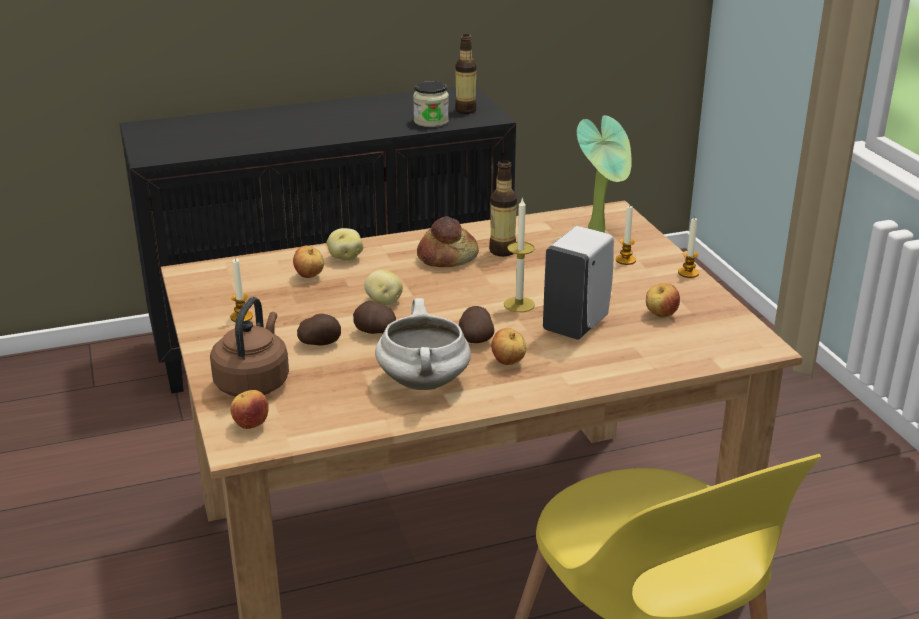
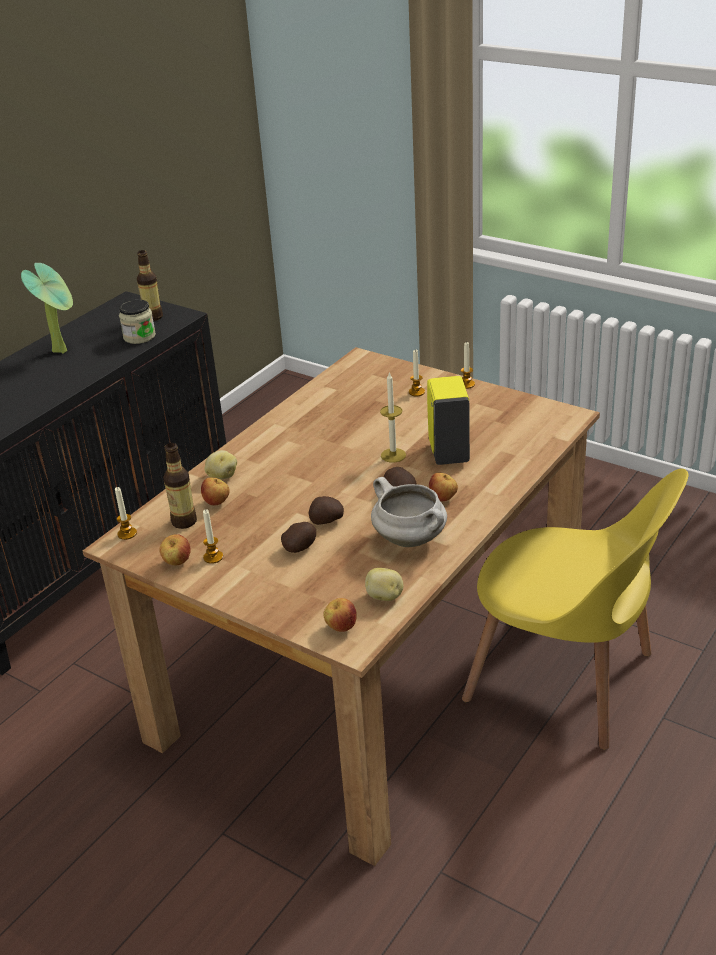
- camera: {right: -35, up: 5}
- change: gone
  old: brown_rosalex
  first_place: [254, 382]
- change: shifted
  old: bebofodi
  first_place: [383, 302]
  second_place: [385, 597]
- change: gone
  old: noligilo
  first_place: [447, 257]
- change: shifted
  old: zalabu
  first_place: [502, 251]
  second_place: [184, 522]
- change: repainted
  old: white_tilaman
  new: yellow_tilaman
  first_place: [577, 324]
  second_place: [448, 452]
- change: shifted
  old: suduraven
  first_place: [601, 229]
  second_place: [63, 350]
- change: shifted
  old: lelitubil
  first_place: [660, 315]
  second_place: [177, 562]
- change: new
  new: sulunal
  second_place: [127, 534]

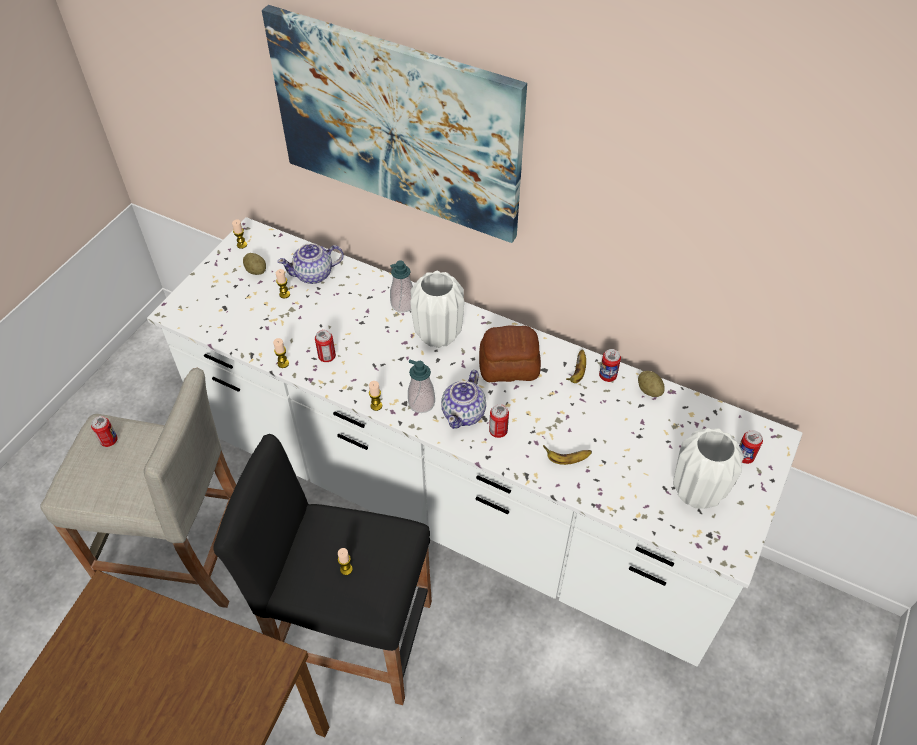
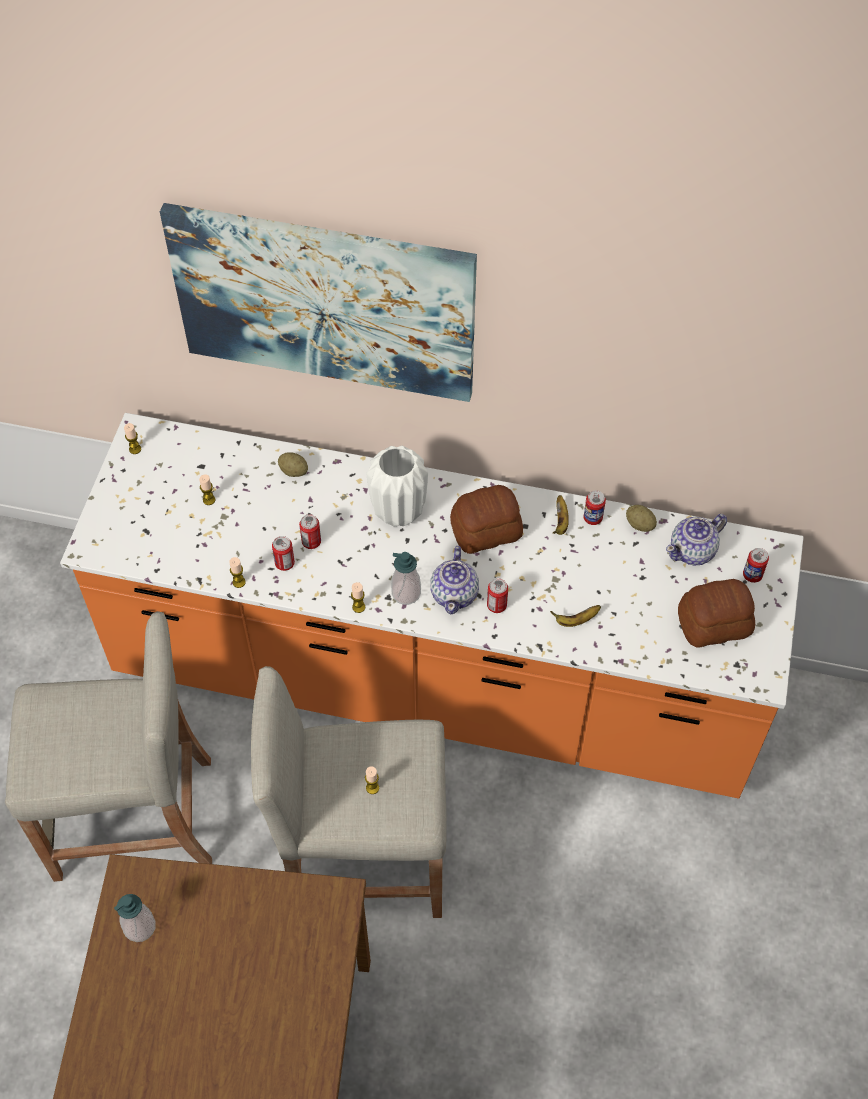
- camera: {right: -15, up: 5}
- change: shifted
  old: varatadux
  first_place: [109, 440]
  second_place: [311, 542]
- change: repainted
  old: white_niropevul
  new: orange_niropevul
  first_place: [458, 500]
  second_place: [434, 681]
- change: repainted
  old: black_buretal
  new: beige_buretal
  first_place: [351, 634]
  second_place: [362, 859]
- change: shifted
  old: bebofodi
  first_place: [256, 271]
  second_place: [293, 471]
- change: shifted
  old: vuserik
  first_place: [314, 274]
  second_place: [693, 551]
- change: shifted
  old: tilaman
  first_place: [403, 304]
  second_place: [139, 927]
- change: swapped
  old: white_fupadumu
  new: noligilo
  first_place: [697, 493]
  second_place: [715, 624]

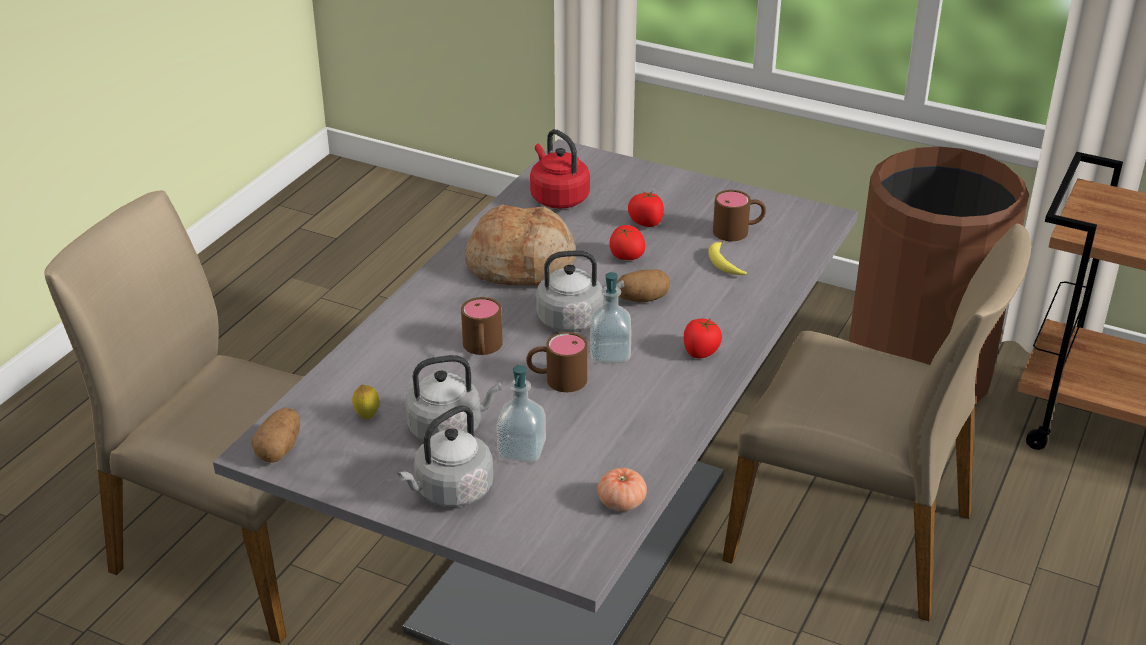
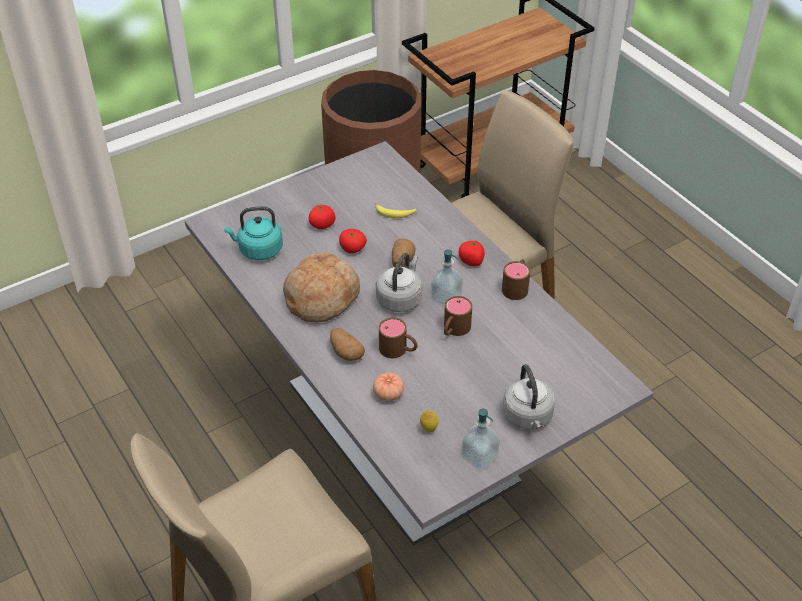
- camera: {right: -60, up: 10}
- change: shifted
  old: bebofodi
  first_place: [279, 449]
  second_place: [345, 352]
- change: gone
  old: grey_rosalex
  first_place: [449, 428]
- change: shifted
  old: tilaman
  first_place: [521, 450]
  second_place: [479, 457]
- change: repainted
  old: red_rosalex
  new: turquoise_rosalex
  first_place: [557, 197]
  second_place: [258, 250]
- change: shifted
  old: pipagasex
  first_place: [621, 502]
  second_place: [388, 394]
- change: shifted
  old: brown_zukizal
  first_place: [738, 231]
  second_place: [516, 286]

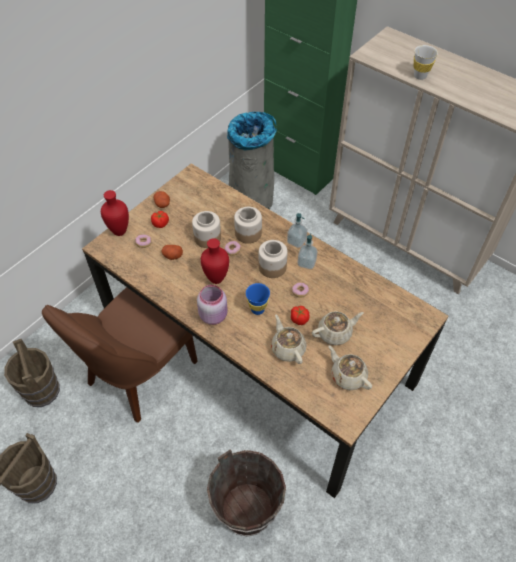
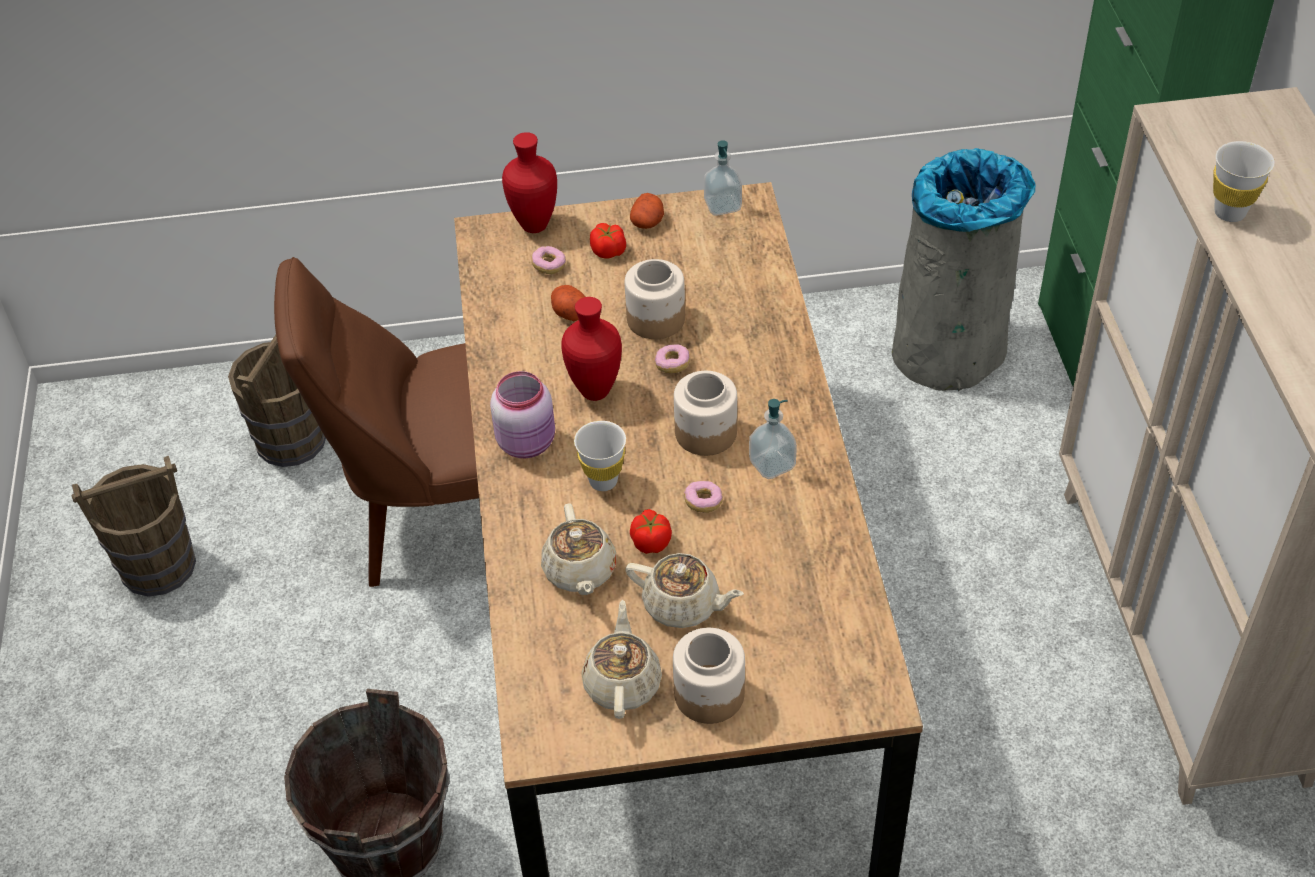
- camera: {right: 45, up: -5}
- change: shifted
  old: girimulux
  first_place: [248, 233]
  second_place: [708, 694]
- change: repainted
  old: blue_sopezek
  new: white_sopezek
  first_place: [257, 309]
  second_place: [603, 481]
- change: rotated
  old: beige_vuserik
  first_place: [287, 348]
  second_place: [580, 571]
  degrees: 150
- change: shifted
  old: tilaman
  first_place: [296, 241]
  second_place: [722, 205]

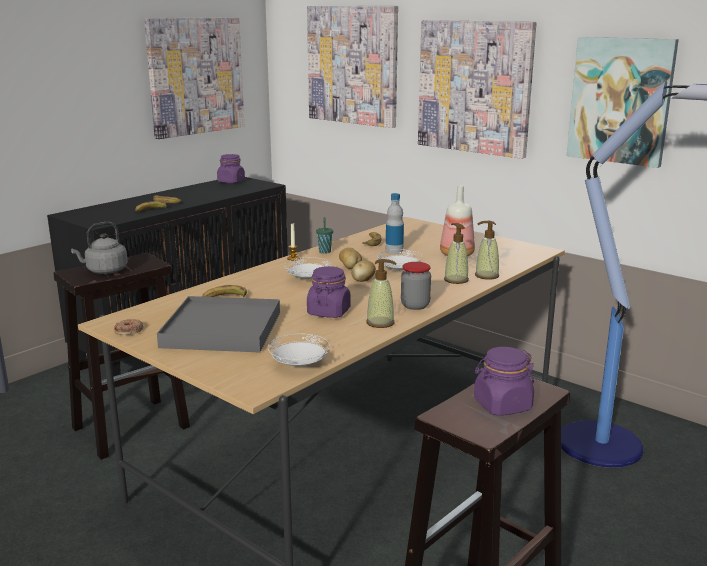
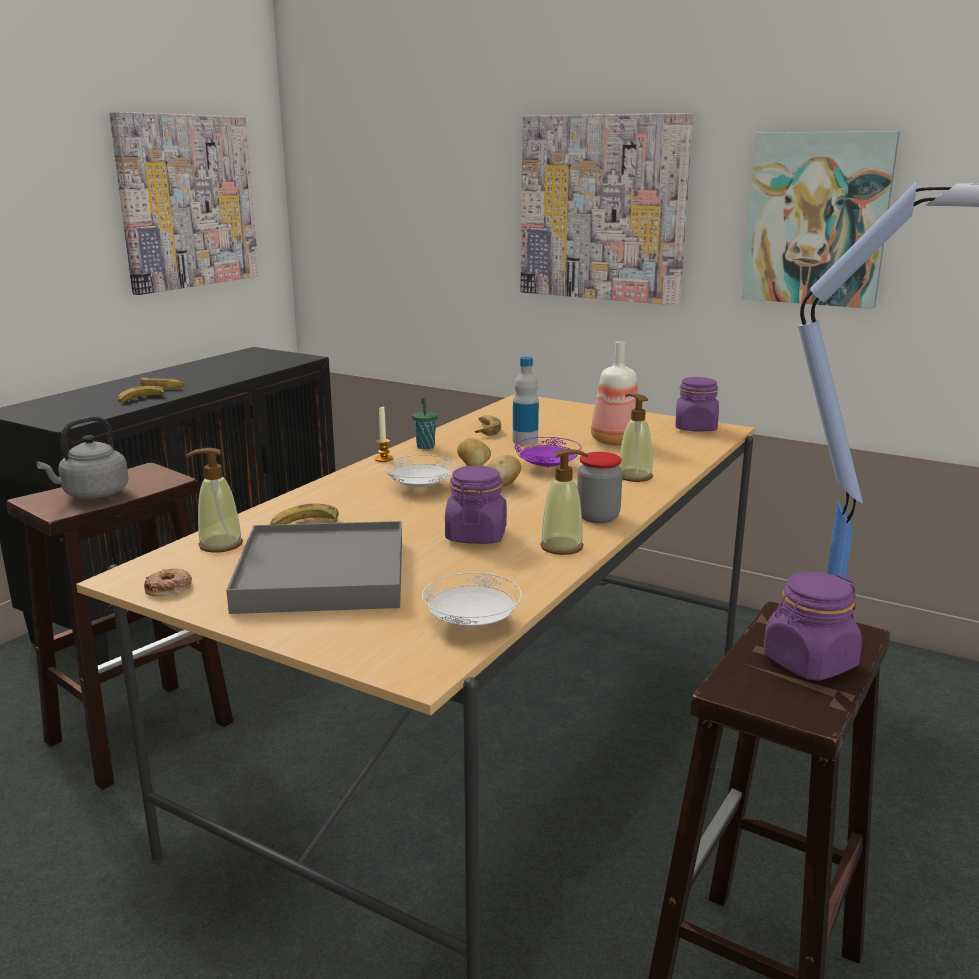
- camera: {right: -10, up: 0}
- change: shifted
  old: purple_girimulux
  first_place: [231, 182]
  second_place: [695, 428]
- change: gone
  old: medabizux
  first_place: [352, 65]
- change: repainted
  old: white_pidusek
  new: purple_pidusek
  first_place: [399, 270]
  second_place: [547, 468]
- change: shifted
  old: tilaman
  first_place: [486, 276]
  second_place: [220, 545]

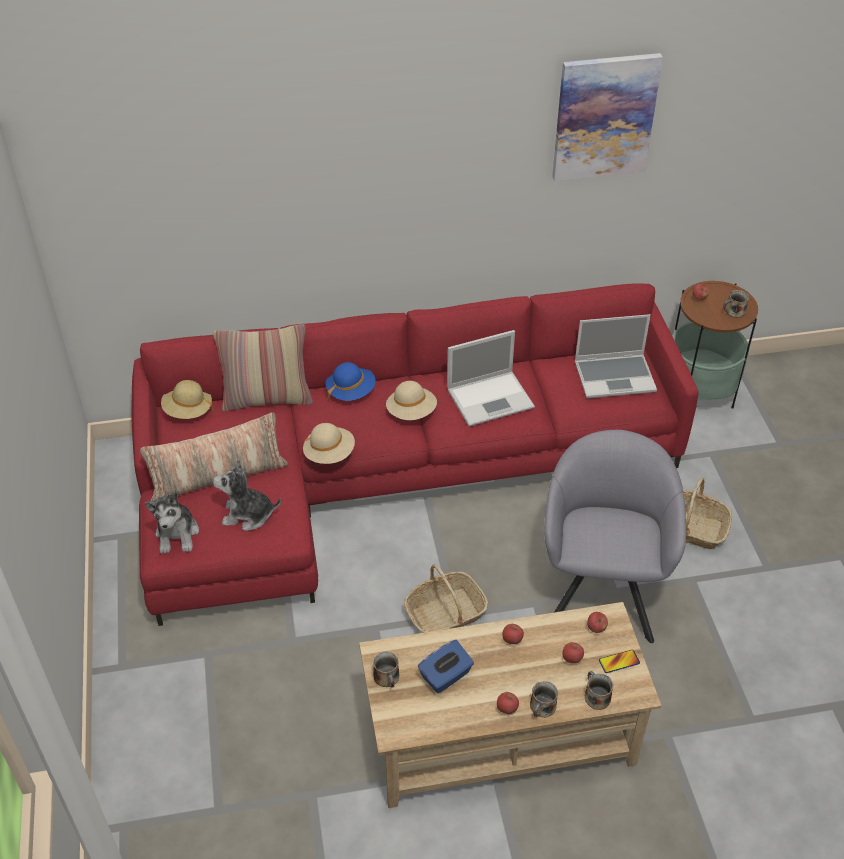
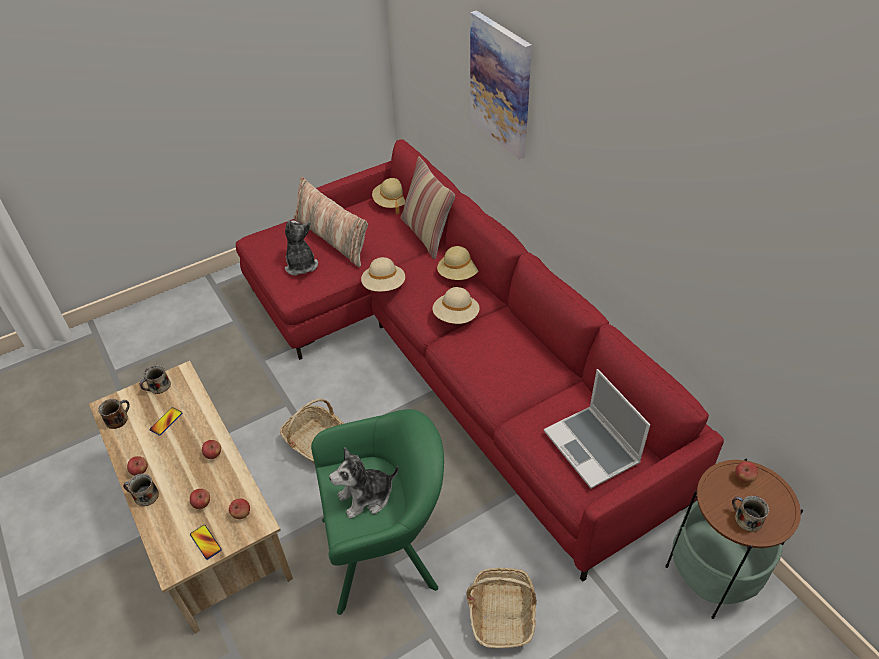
- camera: {right: 70, up: 0}
- change: shifted
  old: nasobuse
  first_place: [177, 534]
  second_place: [366, 497]
- change: repainted
  old: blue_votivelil
  new: beige_votivelil
  first_place: [351, 391]
  second_place: [459, 274]
- change: swapped
  old: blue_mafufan
  new: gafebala
  first_place: [446, 676]
  second_place: [166, 421]
- change: gone
  old: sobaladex
  first_place: [491, 398]
- change: repainted
  old: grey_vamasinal
  new: green_vamasinal
  first_place: [601, 589]
  second_place: [386, 551]
- change: shifted
  old: medabizux
  first_place: [604, 117]
  second_place: [501, 85]
- change: shifted
  old: zukizal
  first_place: [596, 696]
  second_place: [118, 419]

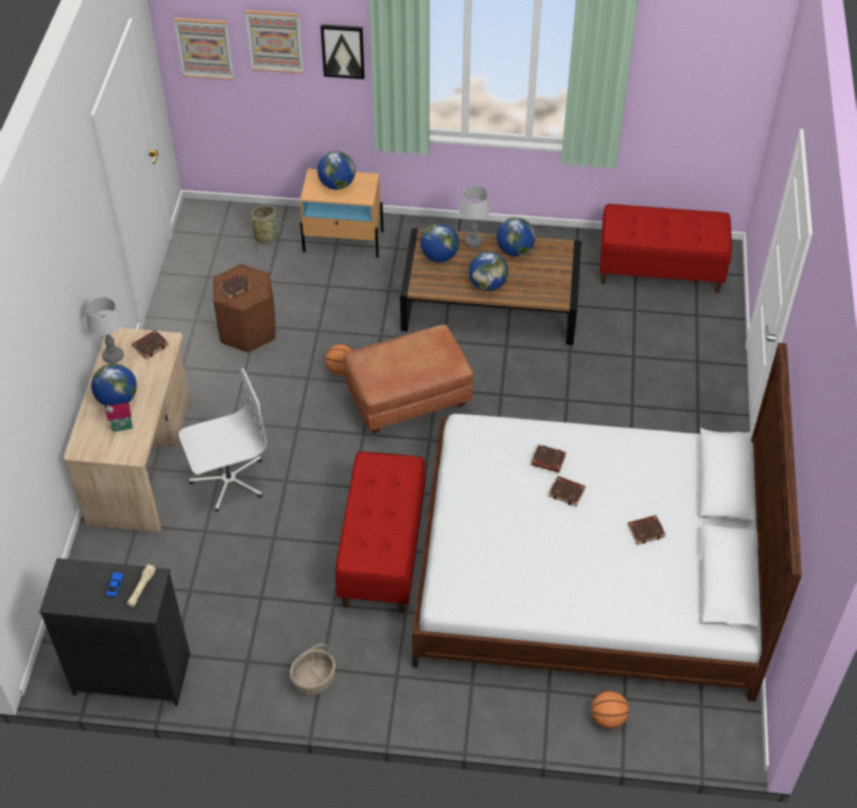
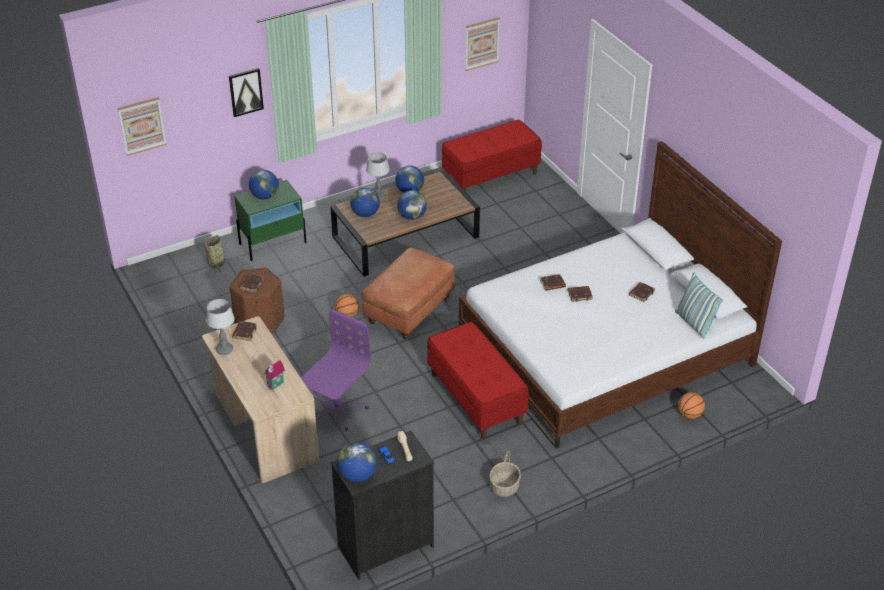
- camera: {right: -35, up: -10}
- change: shifted
  old: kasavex
  first_place: [117, 399]
  second_place: [357, 475]
- change: repainted
  old: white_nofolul
  new: purple_nofolul
  first_place: [228, 480]
  second_place: [336, 410]
- change: shifted
  old: medabizux
  first_place: [275, 41]
  second_place: [481, 43]
- change: repainted
  old: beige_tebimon
  new: green_tebimon
  first_place: [343, 241]
  second_place: [273, 243]
- change: new
  new: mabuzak
  second_place: [694, 323]

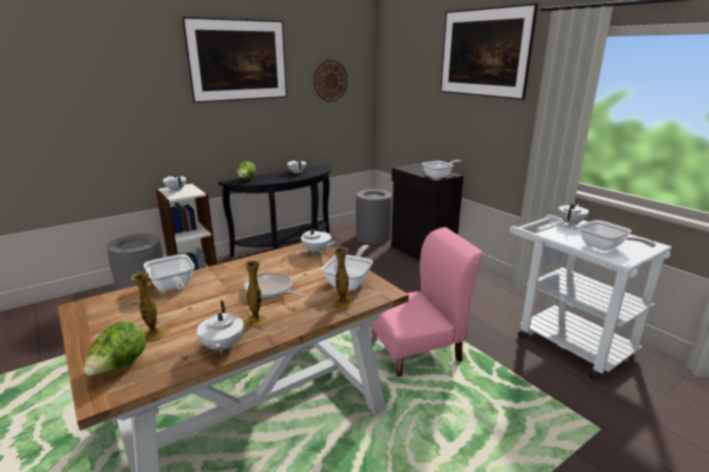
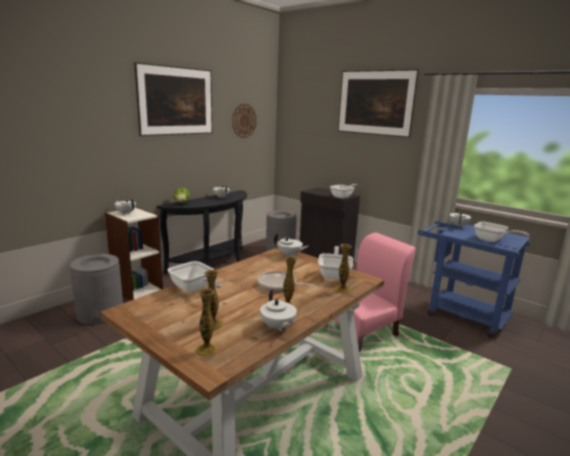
- camera: {right: -15, up: -5}
- change: swapped
  old: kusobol
  new: fupadumu
  first_place: [119, 367]
  second_place: [206, 350]
- change: repainted
  old: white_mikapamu
  new: blue_mikapamu
  first_place: [565, 340]
  second_place: [459, 313]

